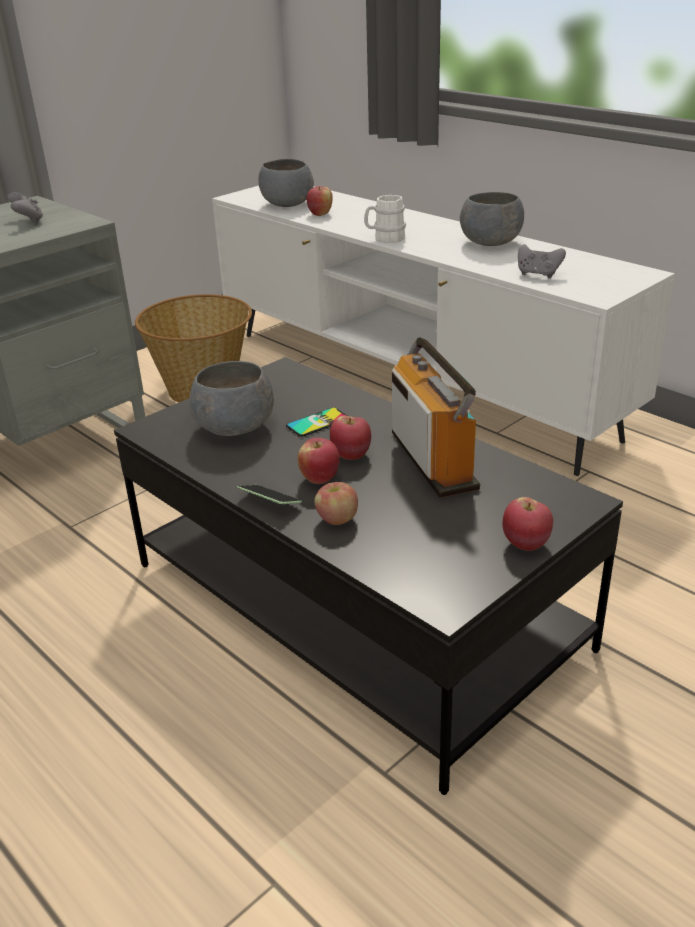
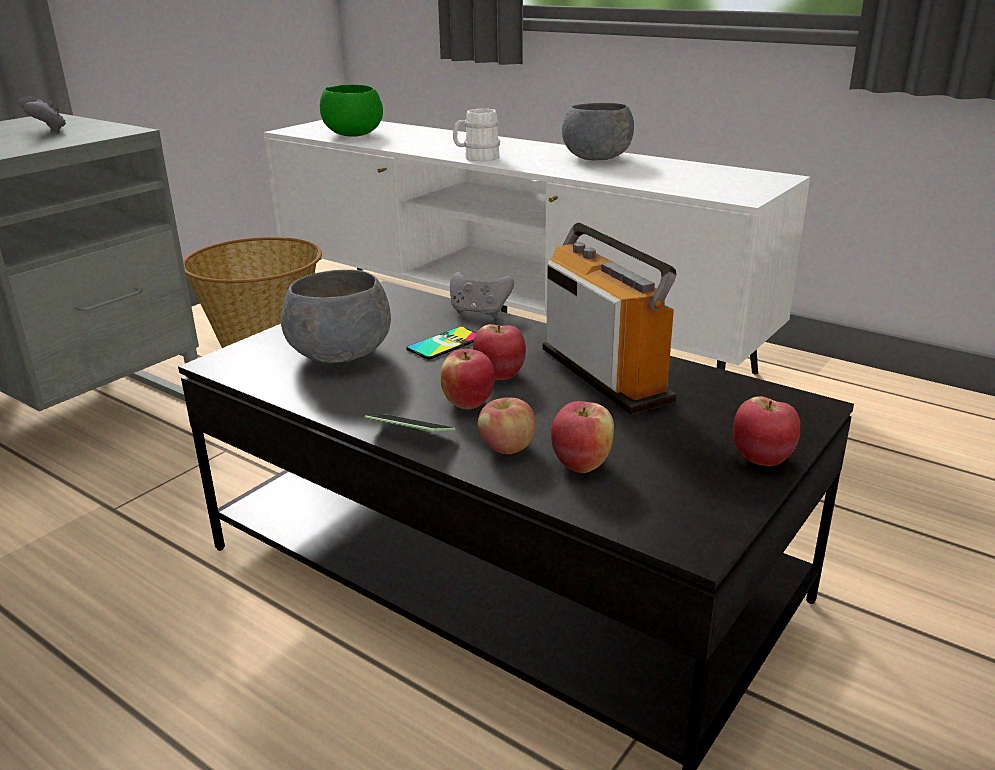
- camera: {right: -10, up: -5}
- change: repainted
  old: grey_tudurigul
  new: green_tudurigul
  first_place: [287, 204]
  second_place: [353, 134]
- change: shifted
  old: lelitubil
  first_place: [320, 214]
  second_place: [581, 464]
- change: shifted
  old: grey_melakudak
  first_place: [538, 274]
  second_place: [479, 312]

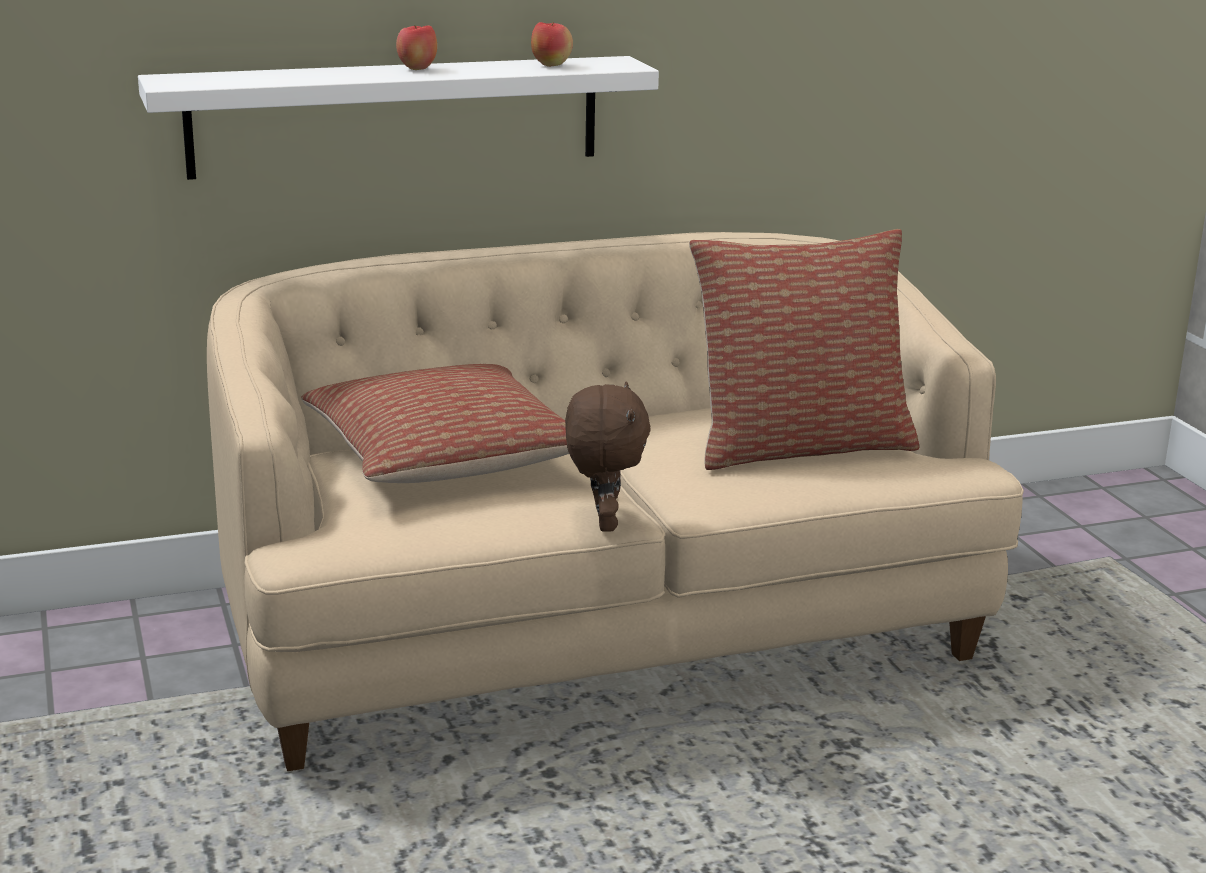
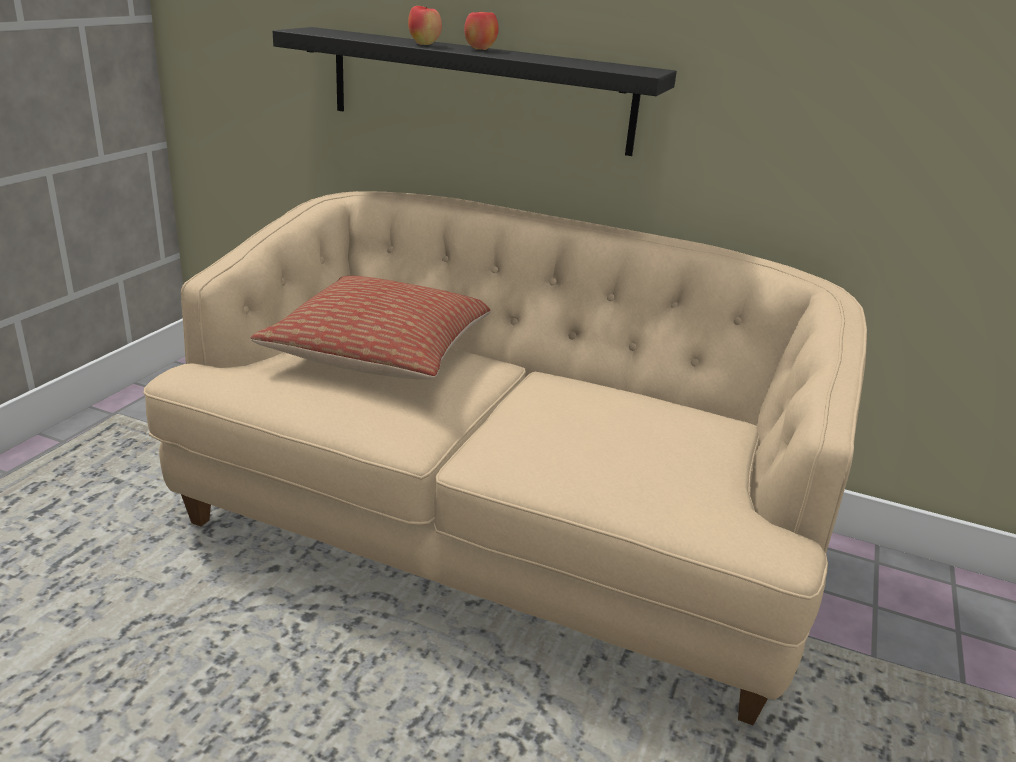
- camera: {right: 40, up: 5}
- change: repainted
  old: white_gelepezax
  new: black_gelepezax
  first_place: [396, 116]
  second_place: [478, 90]
- change: shifted
  old: lelitubil
  first_place: [551, 65]
  second_place: [424, 44]
- change: gone
  old: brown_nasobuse
  first_place: [603, 523]
- change: gone
  old: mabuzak
  first_place: [799, 446]

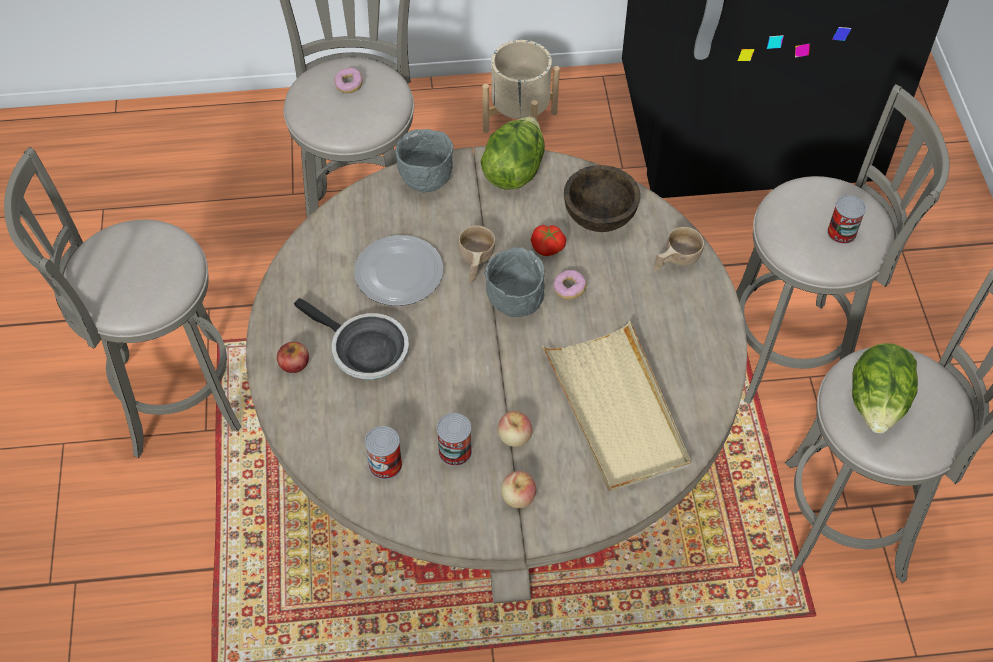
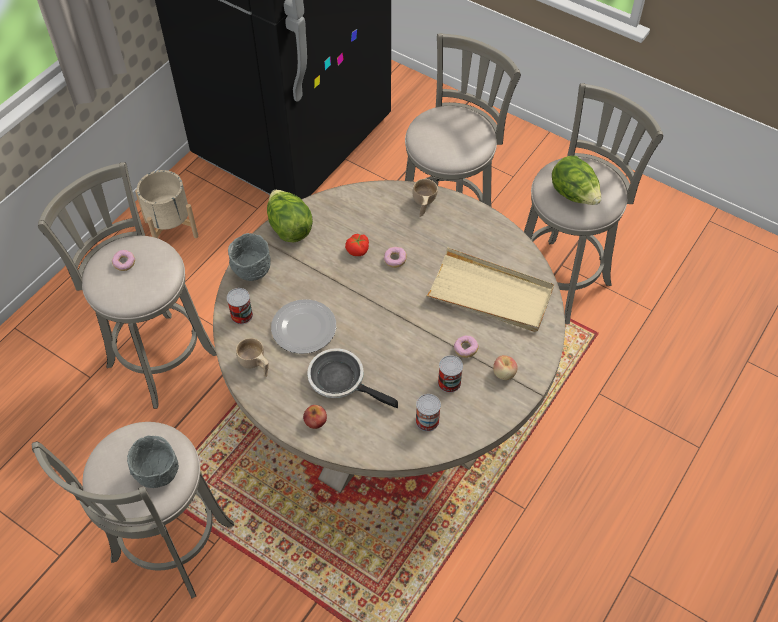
- camera: {right: -50, up: 0}
- change: rotated
  old: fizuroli
  first_place: [364, 351]
  second_place: [341, 380]
  degrees: -135
- change: shifted
  old: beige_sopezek
  first_place: [475, 263]
  second_place: [255, 365]
- change: shifted
  old: grey_tudurigul
  first_place: [515, 301]
  second_place: [158, 473]
- change: swapped
  old: lelitubil
  new: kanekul
  first_place: [514, 437]
  second_place: [465, 349]
- change: gone
  old: brown_tudurigul
  first_place: [600, 215]
- change: shifted
  old: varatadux
  first_place: [841, 232]
  second_place: [241, 315]

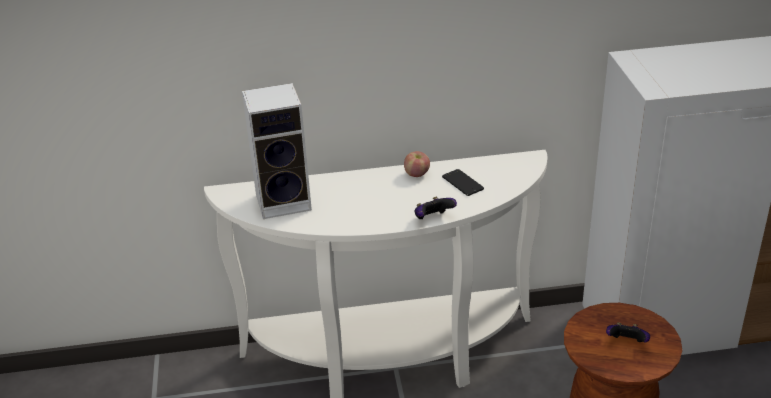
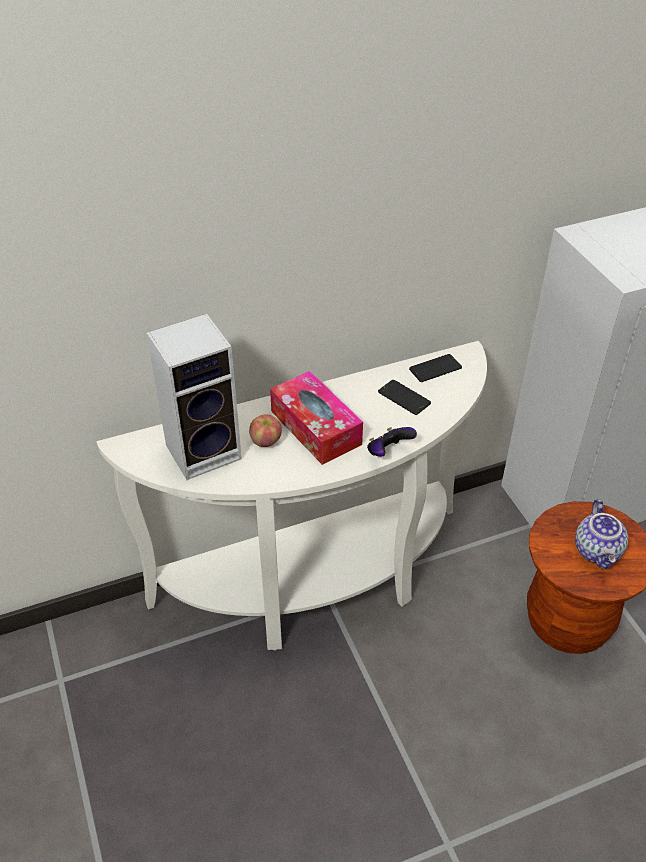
- camera: {right: -15, up: 10}
- change: shifted
  old: lelitubil
  first_place: [417, 174]
  second_place: [266, 441]
- change: swapped
  old: melakudak
  new: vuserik
  first_place: [626, 343]
  second_place: [598, 551]
- change: new
  new: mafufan
  second_place: [315, 427]
- change: new
  new: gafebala
  second_place: [435, 369]

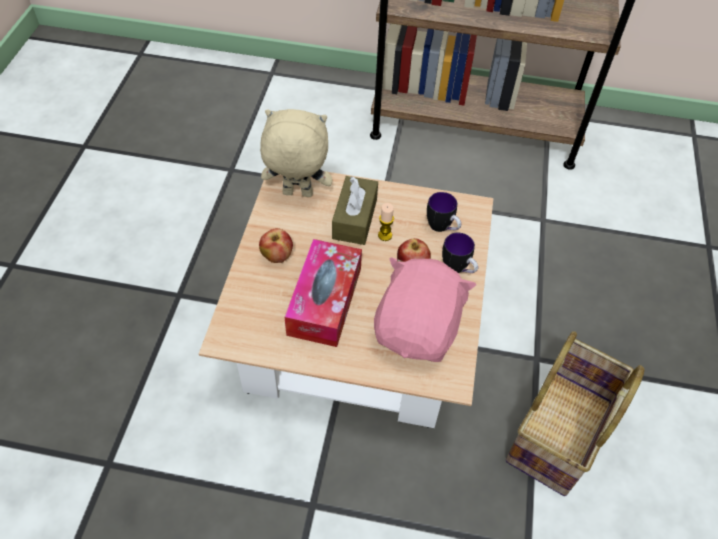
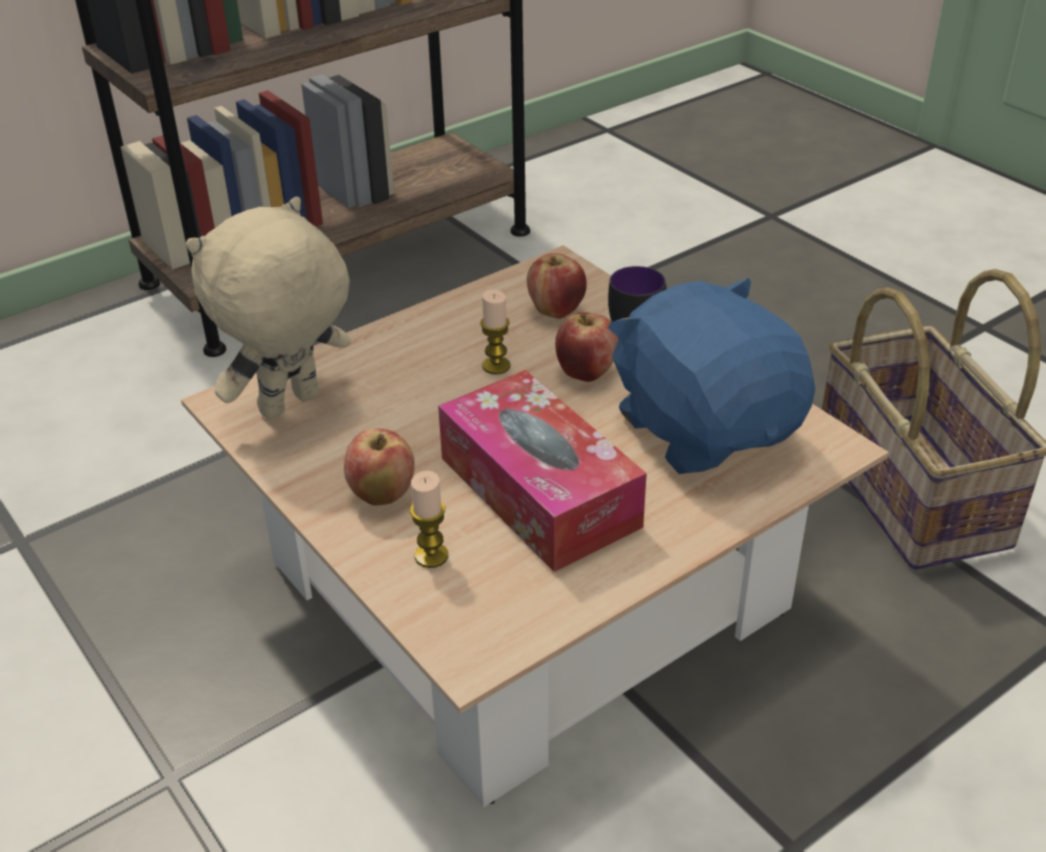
- camera: {right: -45, up: -15}
- change: gone
  old: brown_mafufan
  first_place: [355, 219]
- change: repainted
  old: pink_nasobuse
  new: blue_nasobuse
  first_place: [418, 329]
  second_place: [705, 428]
- change: swapped
  old: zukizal
  new: lelitubil
  first_place: [442, 228]
  second_place: [556, 311]
- change: new
  new: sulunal
  second_place: [431, 556]

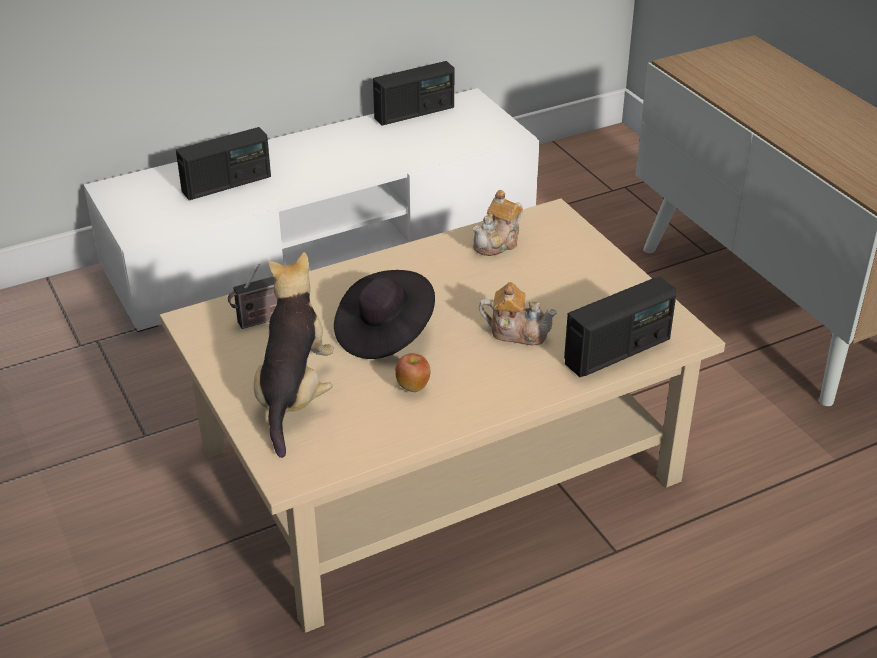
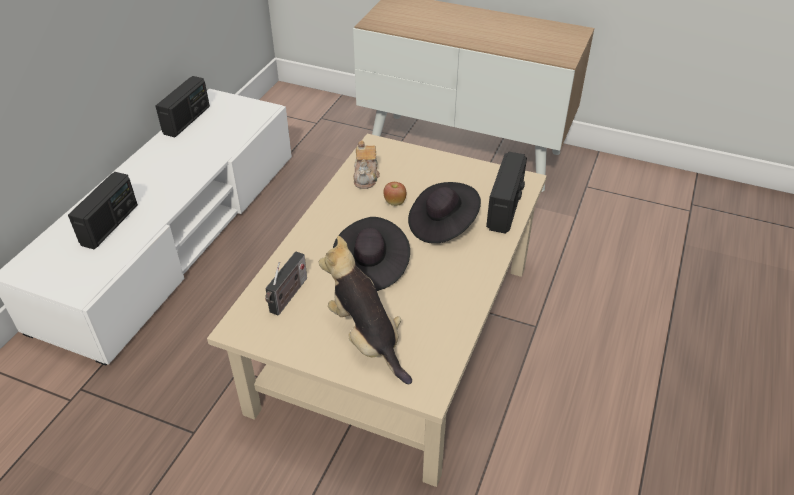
- camera: {right: -40, up: 5}
- change: shifted
  old: lelitubil
  first_place: [413, 386]
  second_place: [394, 202]
- change: swapped
  old: vuserik
  new: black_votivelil
  first_place: [517, 332]
  second_place: [442, 225]

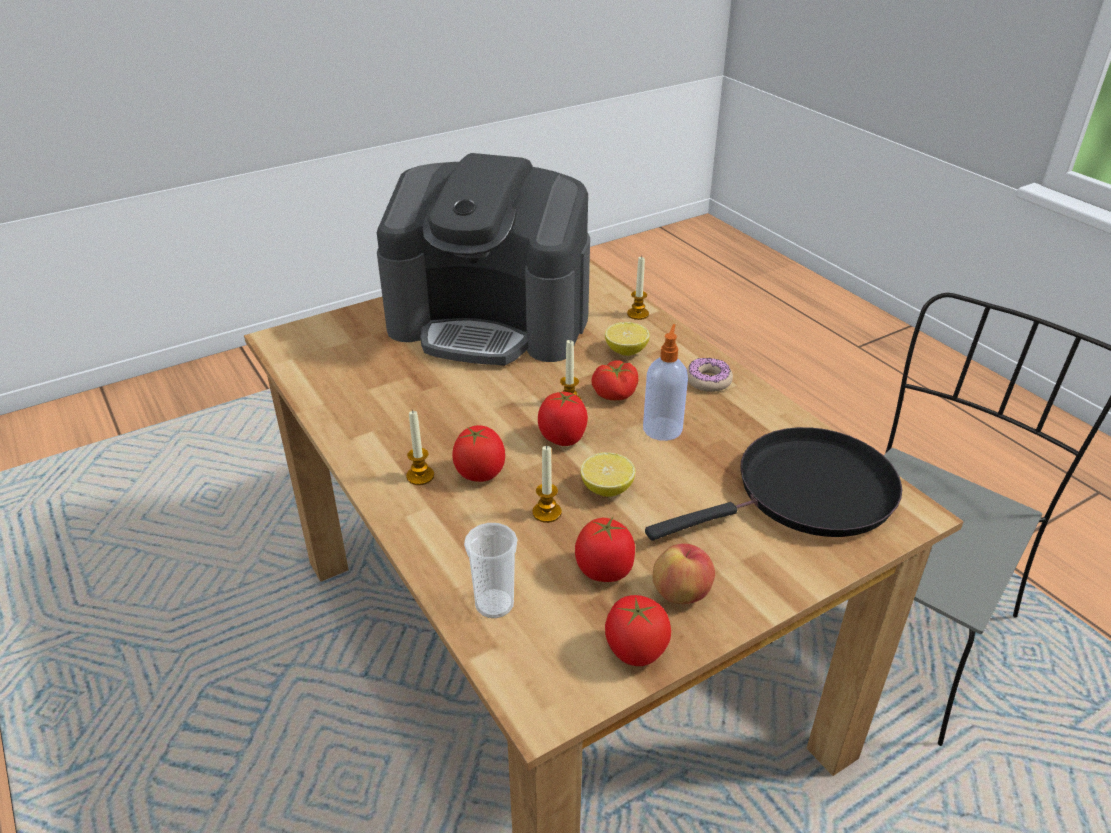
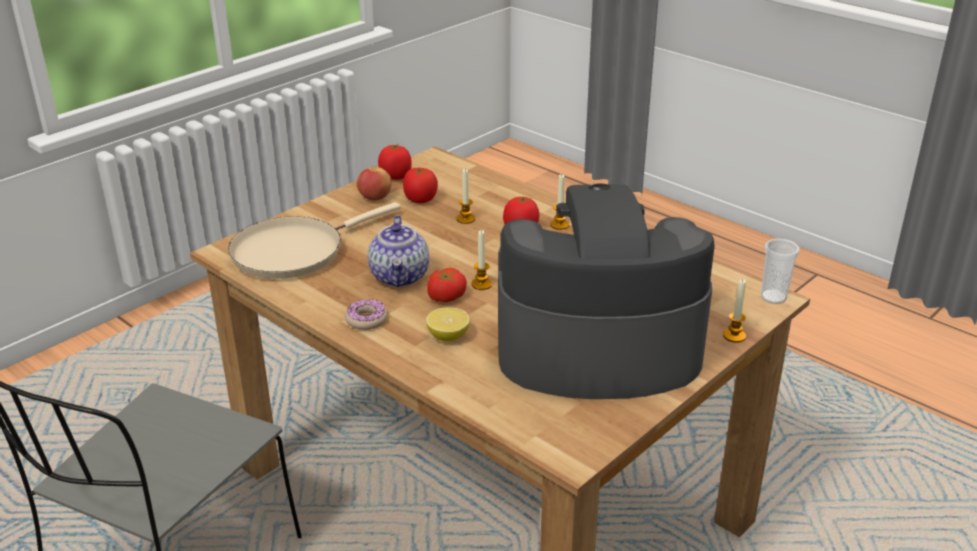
- camera: {right: 165, up: -5}
- change: shifted
  old: sopezek
  first_place: [494, 604]
  second_place: [773, 297]
- change: gone
  old: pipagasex
  first_place: [563, 438]
- change: gone
  old: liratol
  first_place: [607, 489]
- change: shifted
  old: sulunal
  first_place: [637, 314]
  second_place: [734, 336]
- change: swapped
  old: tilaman
  new: vuserik
  first_place: [662, 428]
  second_place: [400, 277]
- change: repainted
  old: black_fizuroli
  new: beige_fizuroli
  first_place: [806, 494]
  second_place: [294, 251]

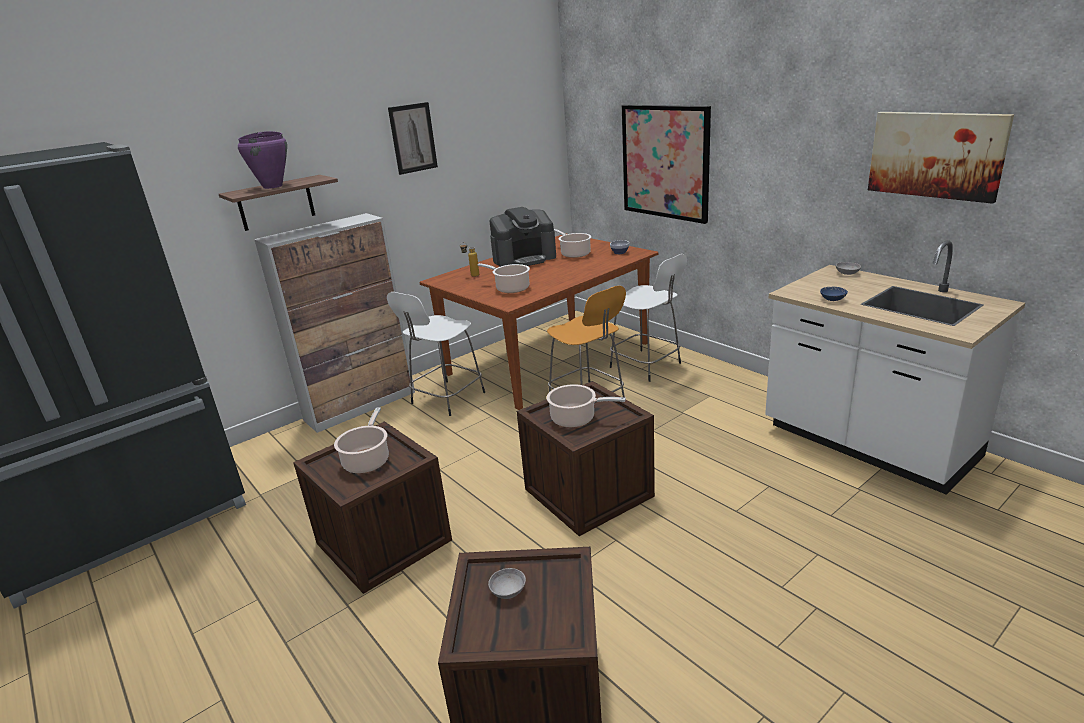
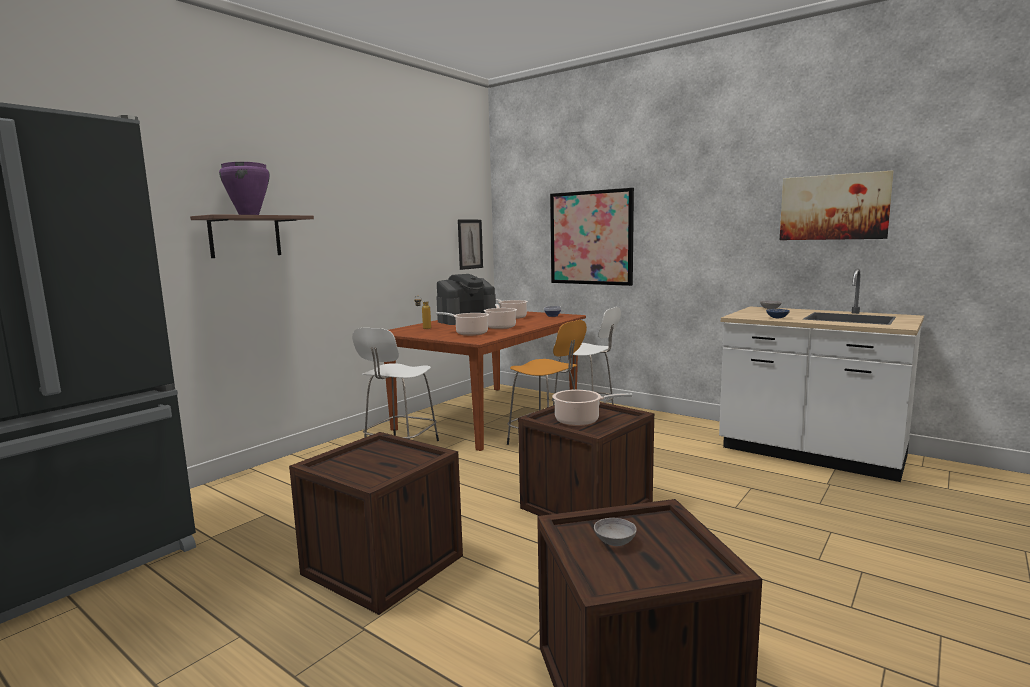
- camera: {right: -15, up: -15}
- change: gone
  old: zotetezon
  first_place: [361, 406]
- change: shifted
  old: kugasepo
  first_place: [367, 460]
  second_place: [500, 327]
- change: shifted
  old: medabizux
  first_place: [413, 138]
  second_place: [470, 244]

